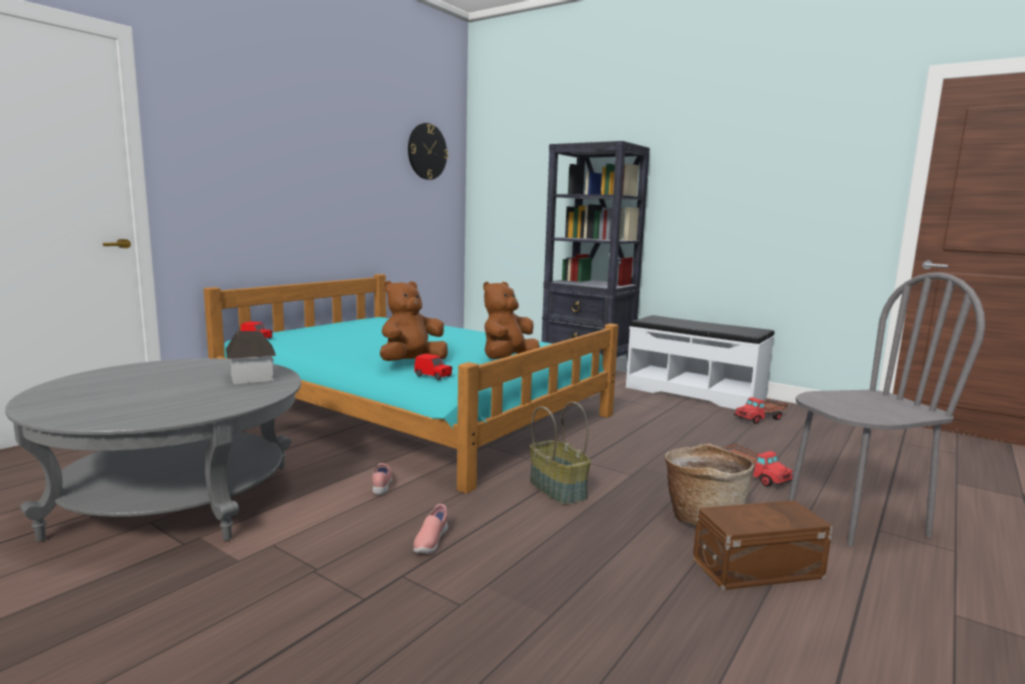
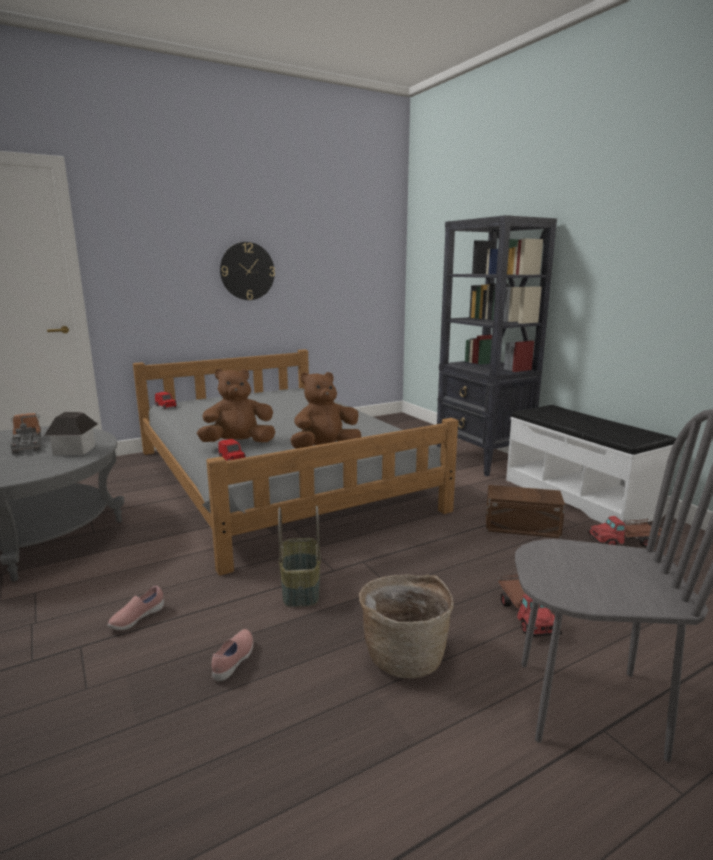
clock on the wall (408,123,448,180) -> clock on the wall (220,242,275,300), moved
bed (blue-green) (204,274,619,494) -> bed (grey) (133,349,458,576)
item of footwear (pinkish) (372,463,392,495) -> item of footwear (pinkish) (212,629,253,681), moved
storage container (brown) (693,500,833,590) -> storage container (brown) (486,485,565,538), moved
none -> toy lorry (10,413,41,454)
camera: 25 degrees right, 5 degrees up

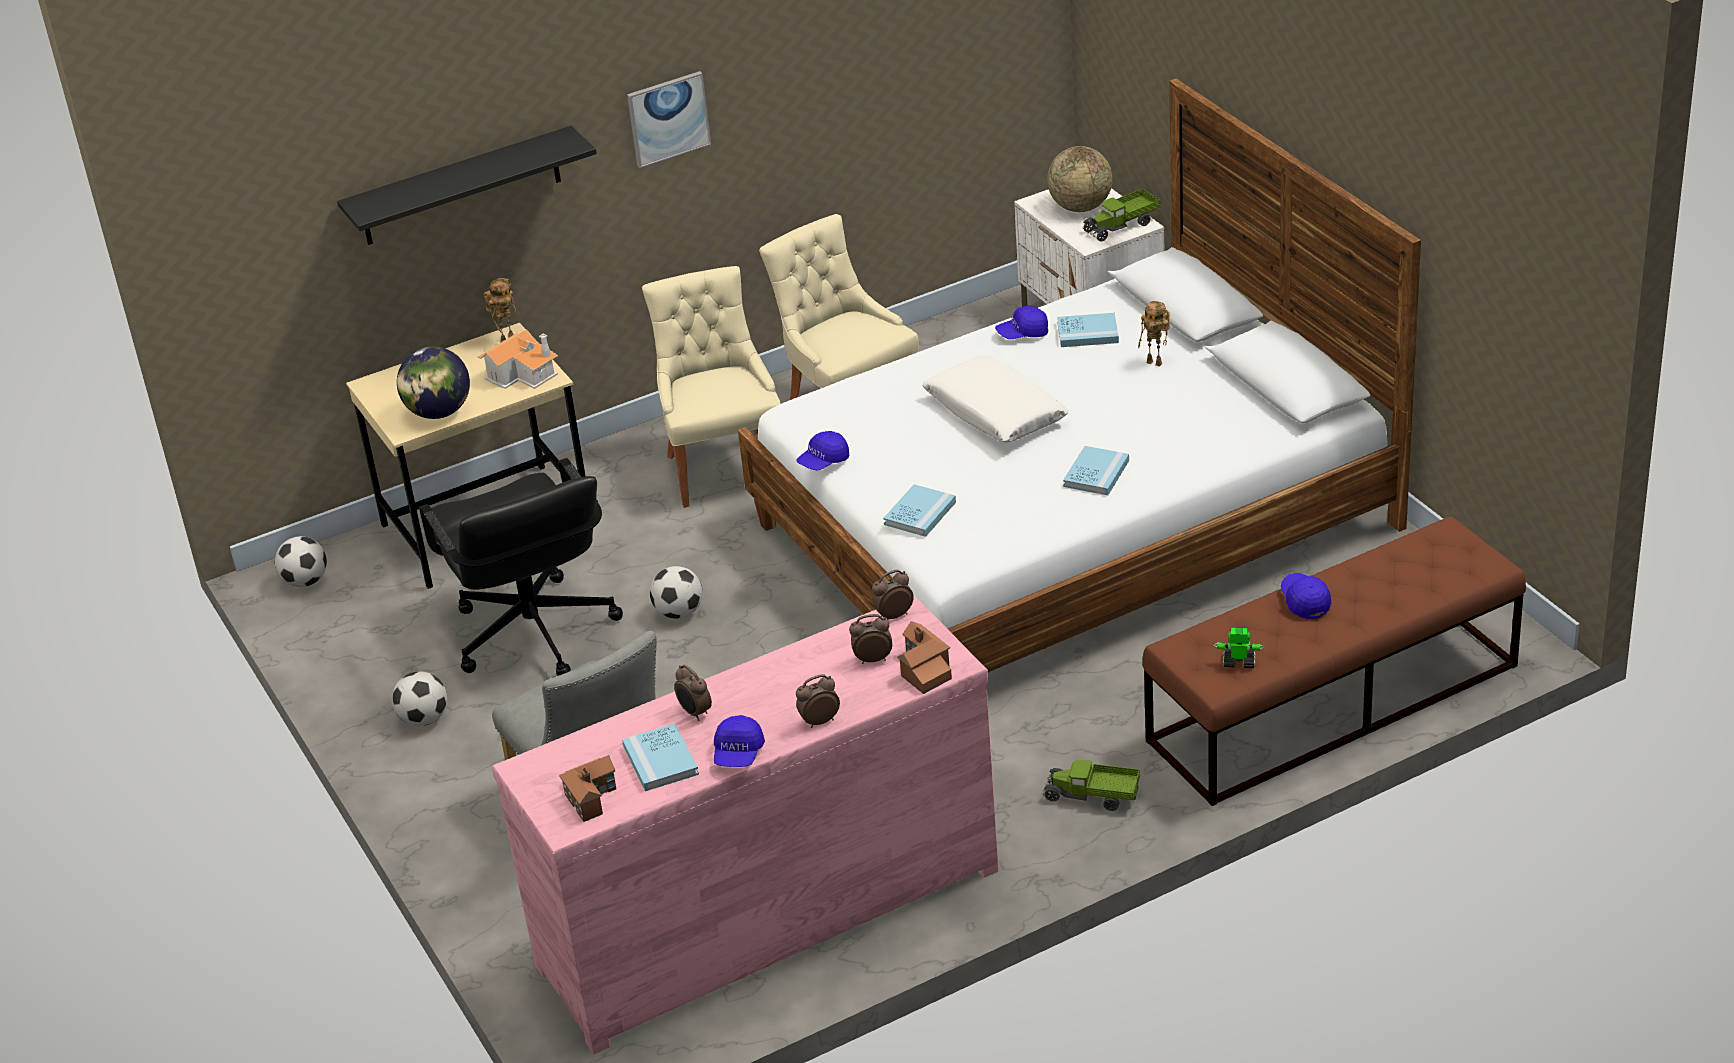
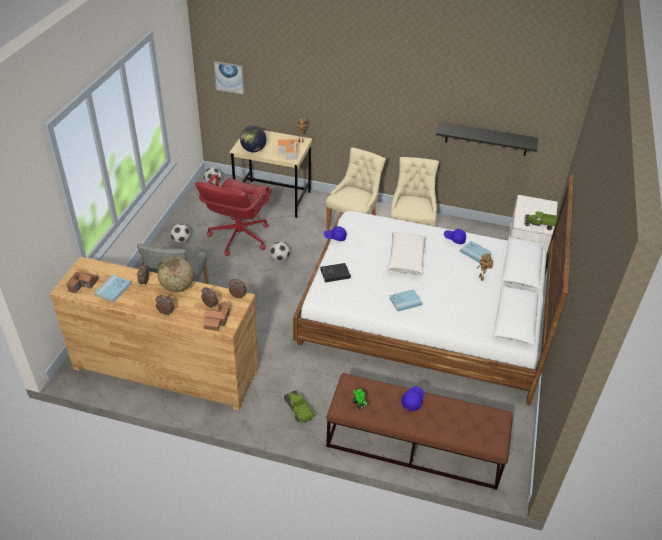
wall art (627,71,711,168) -> wall art (213,61,245,95), moved
wall shelf (black-coloured) (337,126,597,245) -> wall shelf (black-coloured) (436,122,538,156), moved
world globe (1047,146,1113,212) -> world globe (158,257,194,292), moved
desk chair (black-coloured) (419,458,623,676) -> desk chair (red-coloured) (195,174,272,256)
bound book (blue-coloured) (883,484,956,537) -> bound book (black-coloured) (320,263,351,283)
dresser (pinkish) (492,594,999,1054) -> dresser (brown) (49,257,259,410)
cap (blue-coloured) (714,715,765,767) -> none
camera: 40 degrees right, 5 degrees up

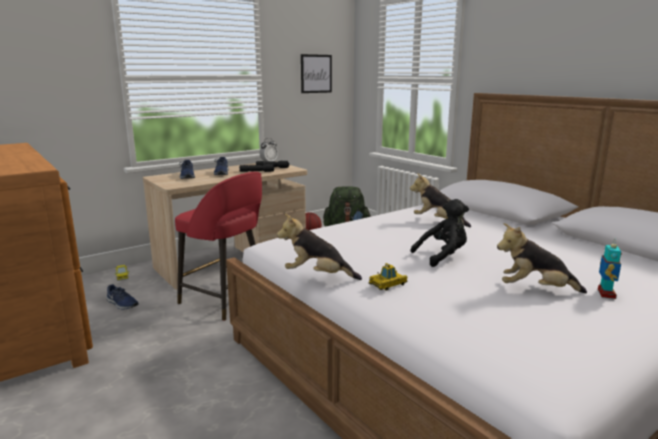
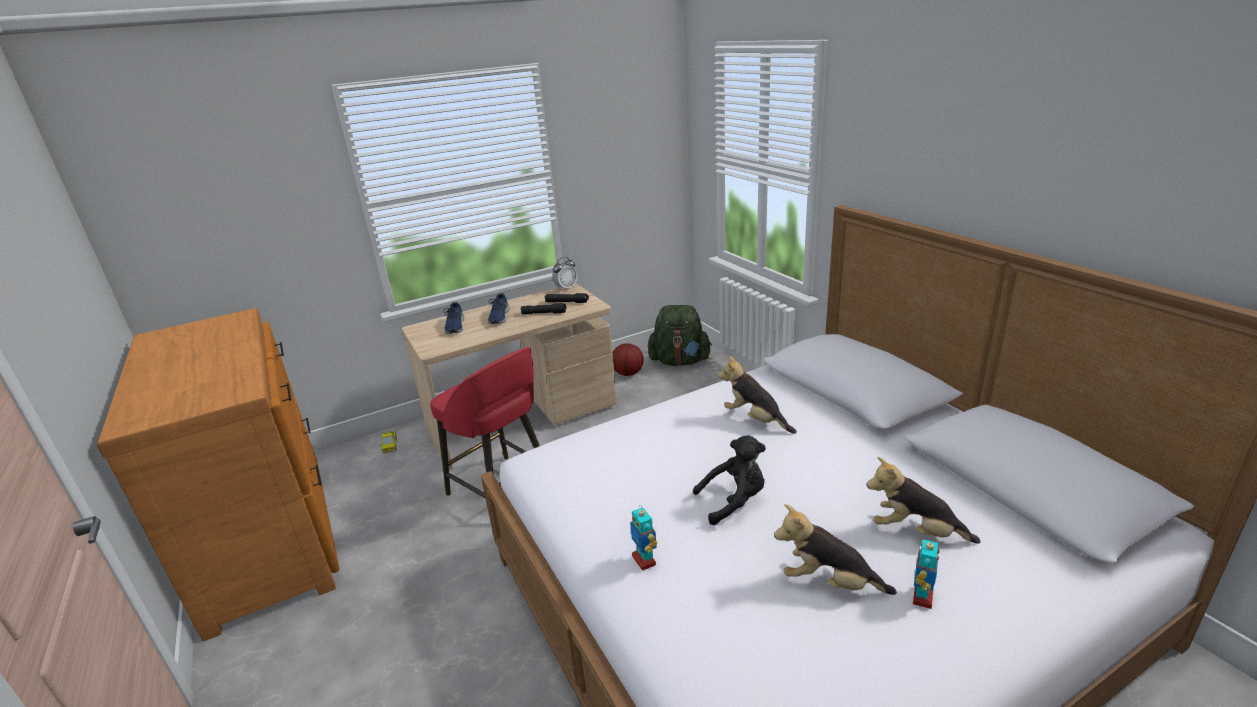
wall art (301,54,332,93) -> none
plush toy (277,214,362,280) -> plush toy (867,457,981,544), moved
toy car (369,263,408,291) -> toy robot (630,506,658,571)
item of footwear (blue-coloured) (106,284,139,310) -> none
camera: 10 degrees right, 10 degrees up

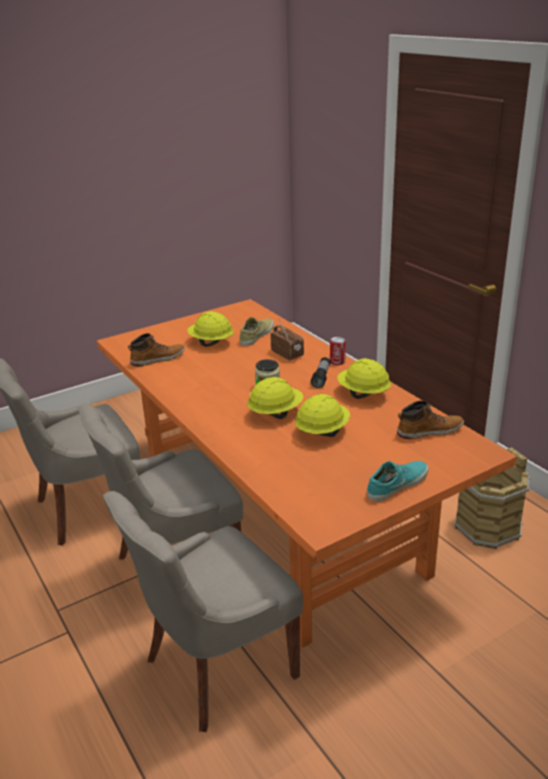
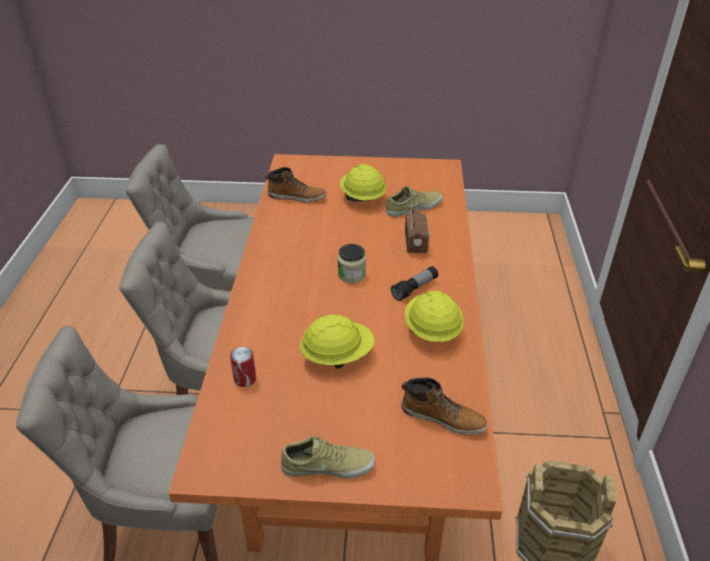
metal can (330,337,346,365) -> metal can (230,347,256,387), moved
safety helmet (yellow-coloured) (247,377,303,419) -> none
item of footwear (blue-green) (367,461,429,502) -> item of footwear (beige) (281,436,375,479)
camera: 35 degrees right, 10 degrees up

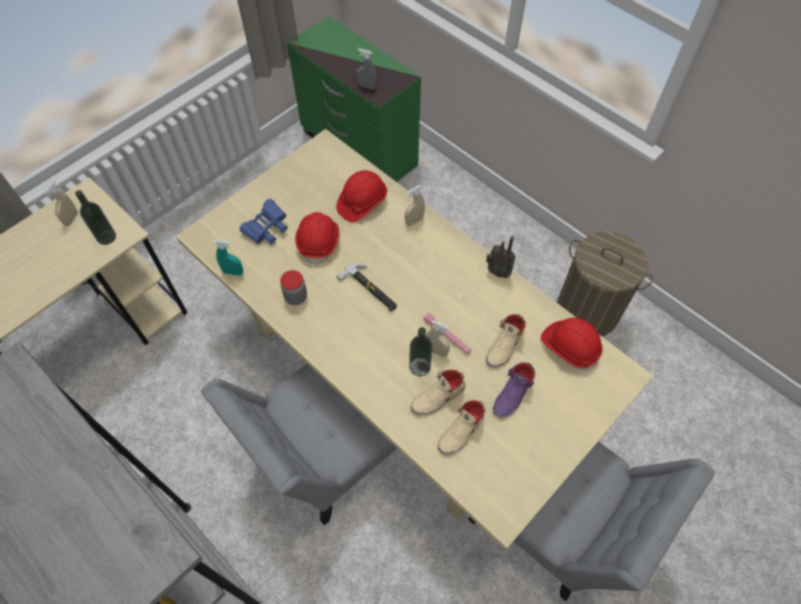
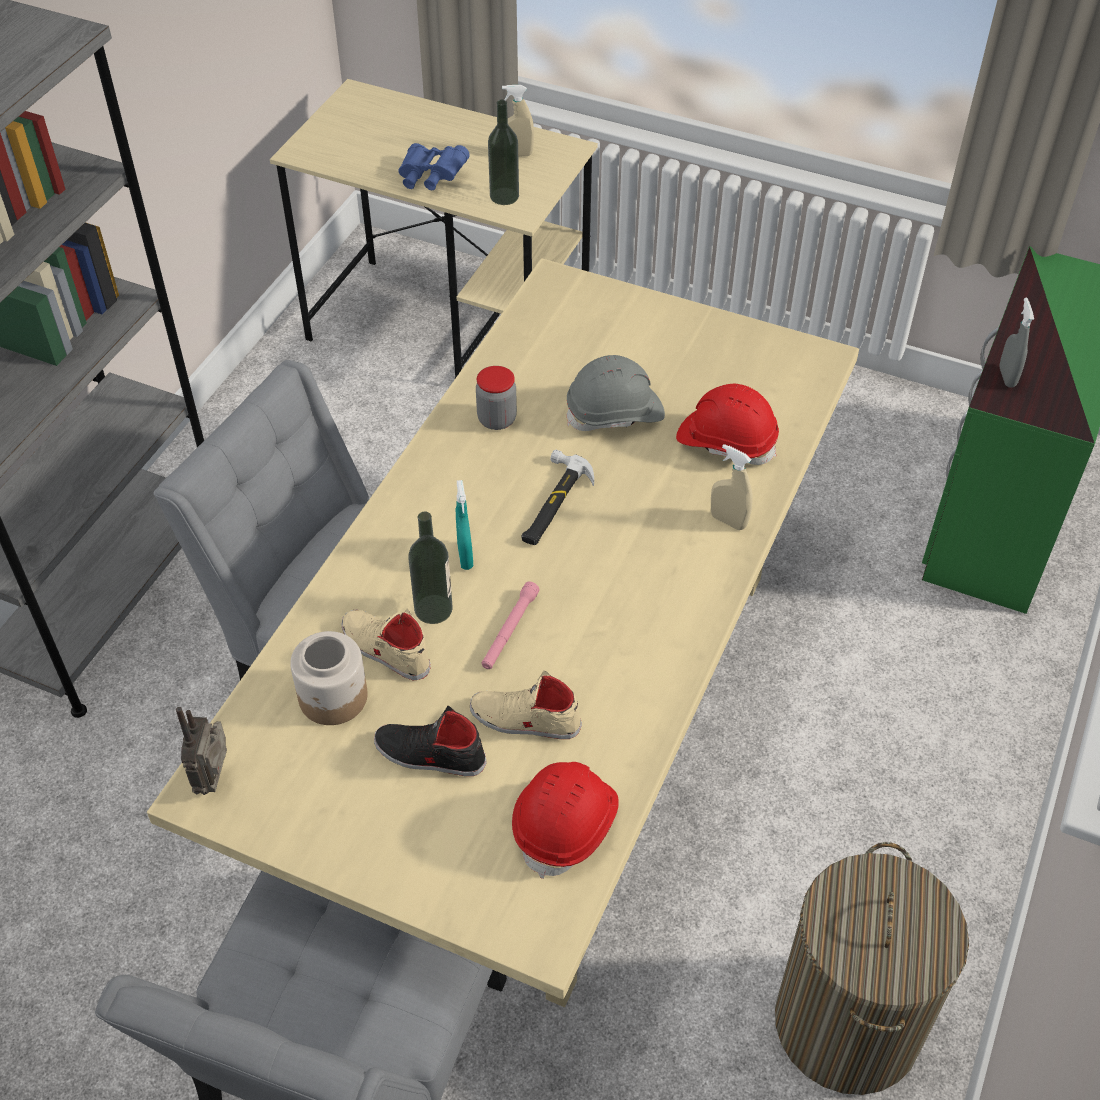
pair of binoculars (blue-coloured) (240,199,288,244) -> pair of binoculars (blue-coloured) (398,143,470,190), moved
safety helmet (red-coloured) (295,212,339,266) -> safety helmet (grey) (566,355,665,431)
radio receiver (486,236,516,278) -> radio receiver (176,707,227,795), moved
spray bottle (blue-green) (214,240,243,276) -> spray bottle (blue-green) (456,480,473,570), moved
spray bottle (beige) (426,320,450,357) -> none
item of footwear (purplish) (493,362,535,418) -> item of footwear (black-coloured) (374,706,486,776)
item of footwear (beige) (438,400,485,455) -> preserve jar (290,631,368,725)
camera: 70 degrees right, 10 degrees down

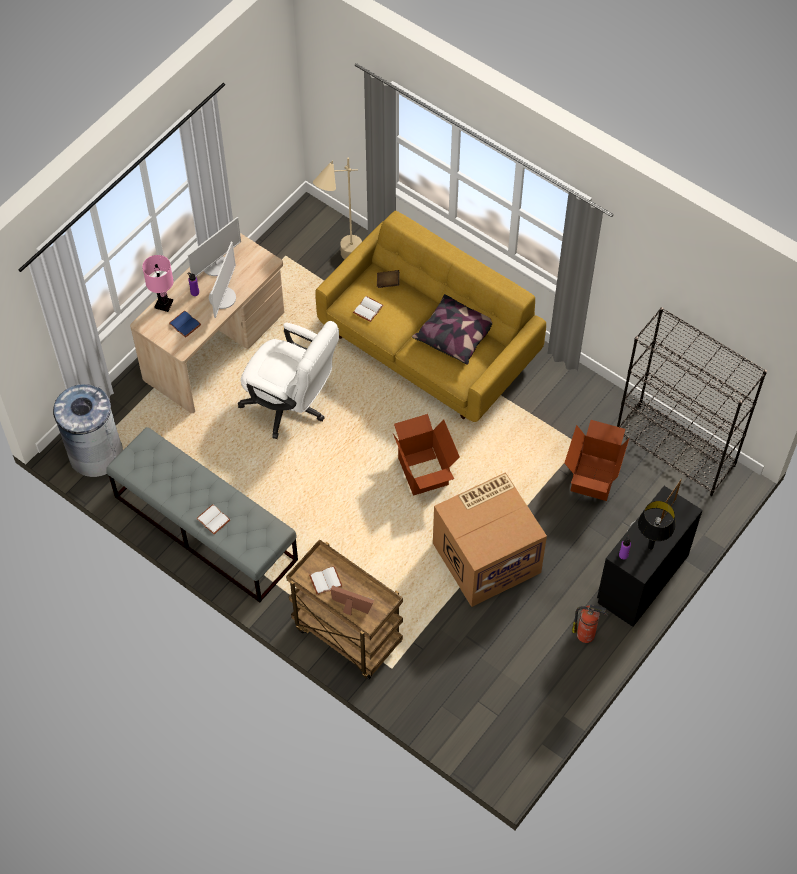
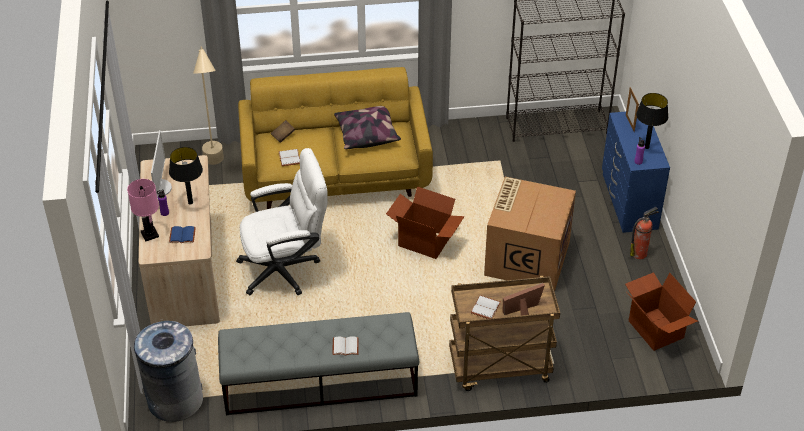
computer screen (209,242,236,318) -> table lamp (black-coloured) (169,147,203,205)
carton (565,420,629,501) -> carton (625,272,698,351), moved
dresser (black-coloured) (597,486,703,627) -> dresser (blue-coloured) (602,112,670,233)
camera: 45 degrees left, 15 degrees down

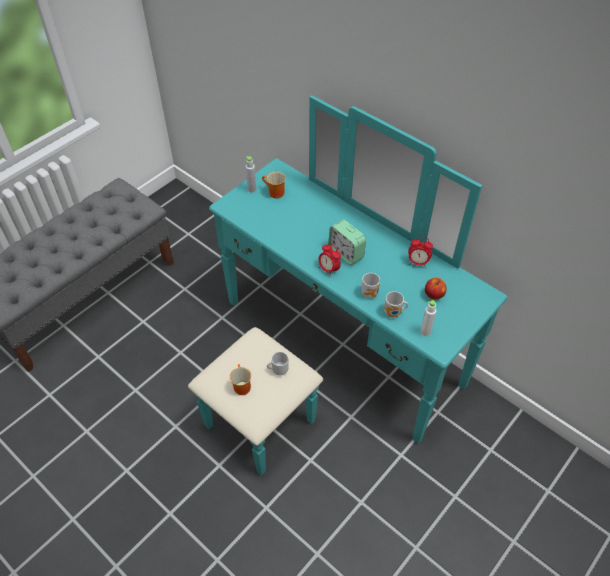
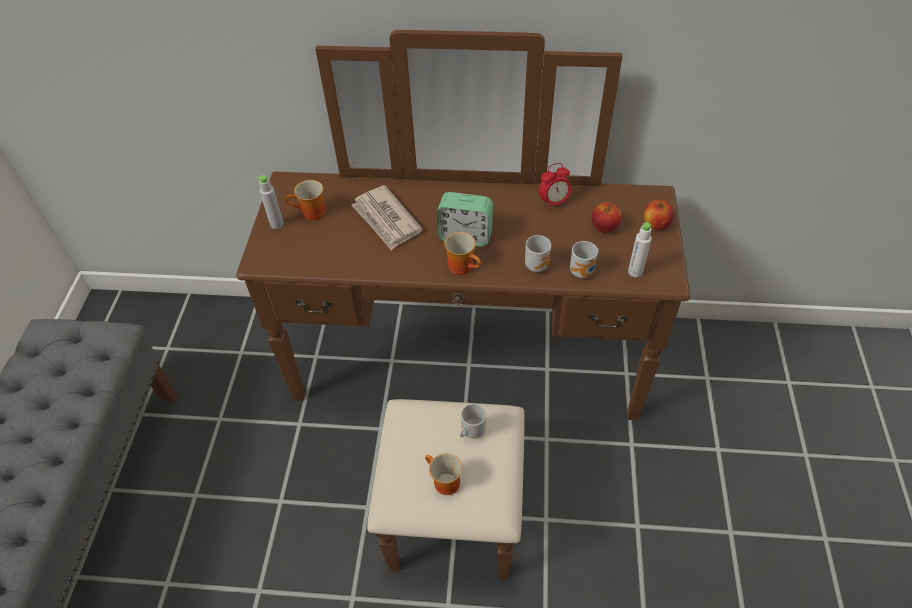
dresser (blue-green) (188,95,508,476) -> dresser (brown) (236,30,690,580)
bedside clock (318,243,341,275) -> mug (444,232,481,275)
none -> newspaper (352,185,422,251)
none -> apple fruit (644,200,674,231)
camera: 35 degrees left, 0 degrees up

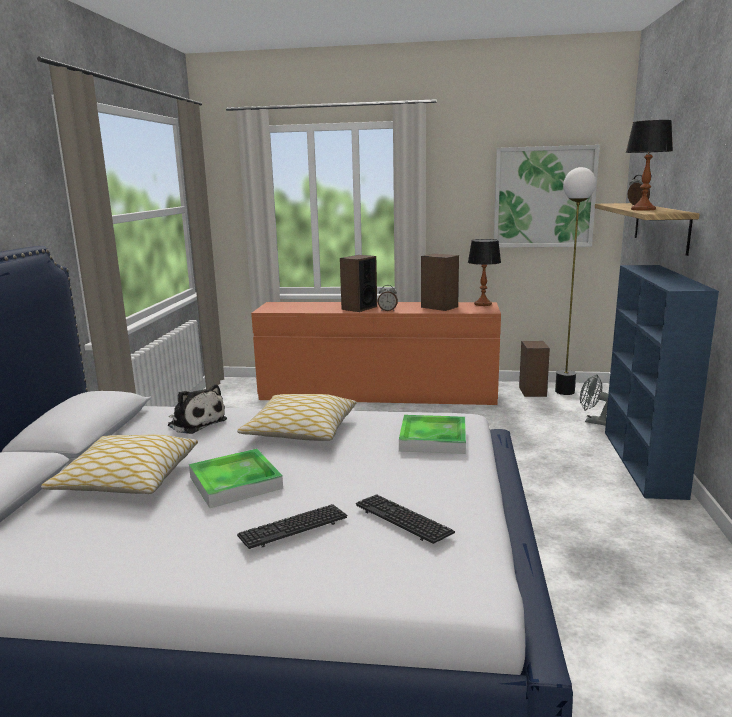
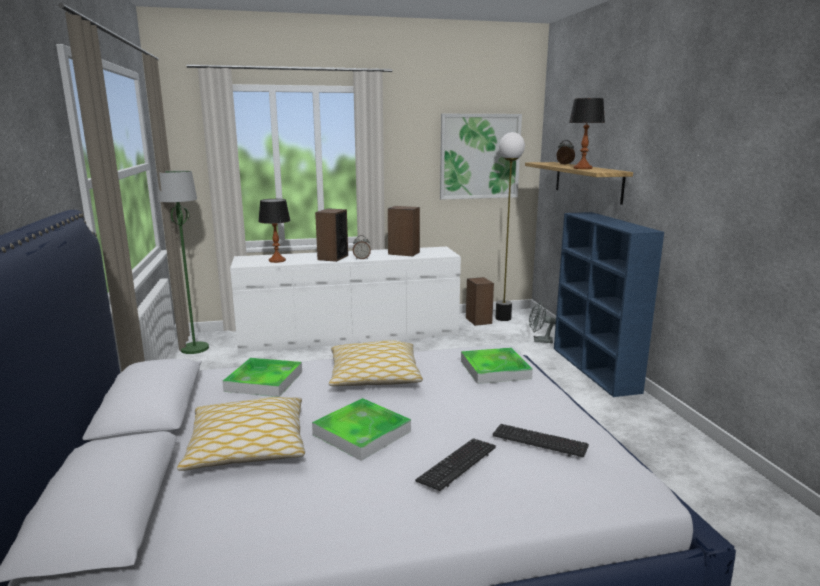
table lamp (468,239,501,306) -> table lamp (258,199,291,263), moved
dresser (orange-coloured) (251,302,501,405) -> dresser (whitish) (230,247,461,353)
plush toy (168,384,227,434) -> tray (222,358,302,397)
none -> standard lamp (green) (157,171,209,354)
camera: 20 degrees left, 0 degrees up

